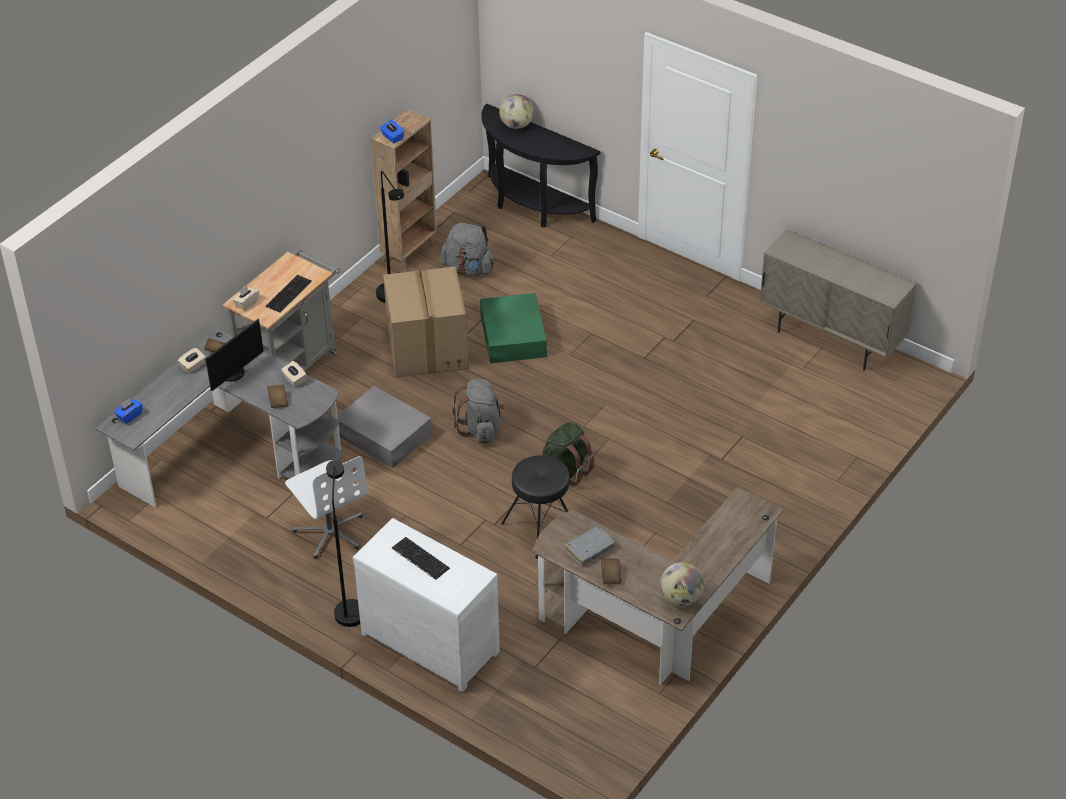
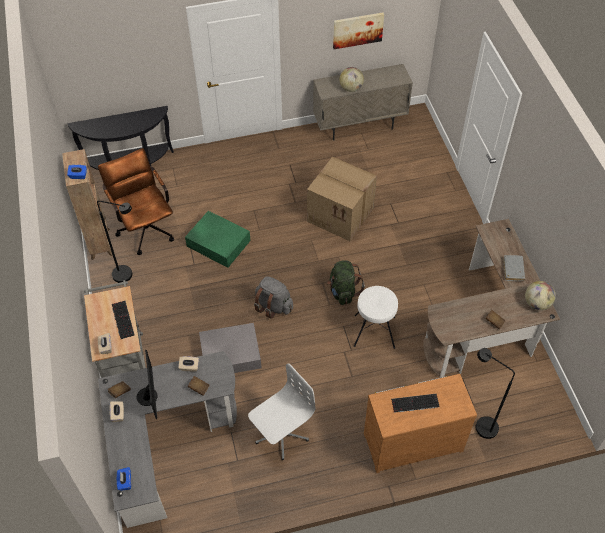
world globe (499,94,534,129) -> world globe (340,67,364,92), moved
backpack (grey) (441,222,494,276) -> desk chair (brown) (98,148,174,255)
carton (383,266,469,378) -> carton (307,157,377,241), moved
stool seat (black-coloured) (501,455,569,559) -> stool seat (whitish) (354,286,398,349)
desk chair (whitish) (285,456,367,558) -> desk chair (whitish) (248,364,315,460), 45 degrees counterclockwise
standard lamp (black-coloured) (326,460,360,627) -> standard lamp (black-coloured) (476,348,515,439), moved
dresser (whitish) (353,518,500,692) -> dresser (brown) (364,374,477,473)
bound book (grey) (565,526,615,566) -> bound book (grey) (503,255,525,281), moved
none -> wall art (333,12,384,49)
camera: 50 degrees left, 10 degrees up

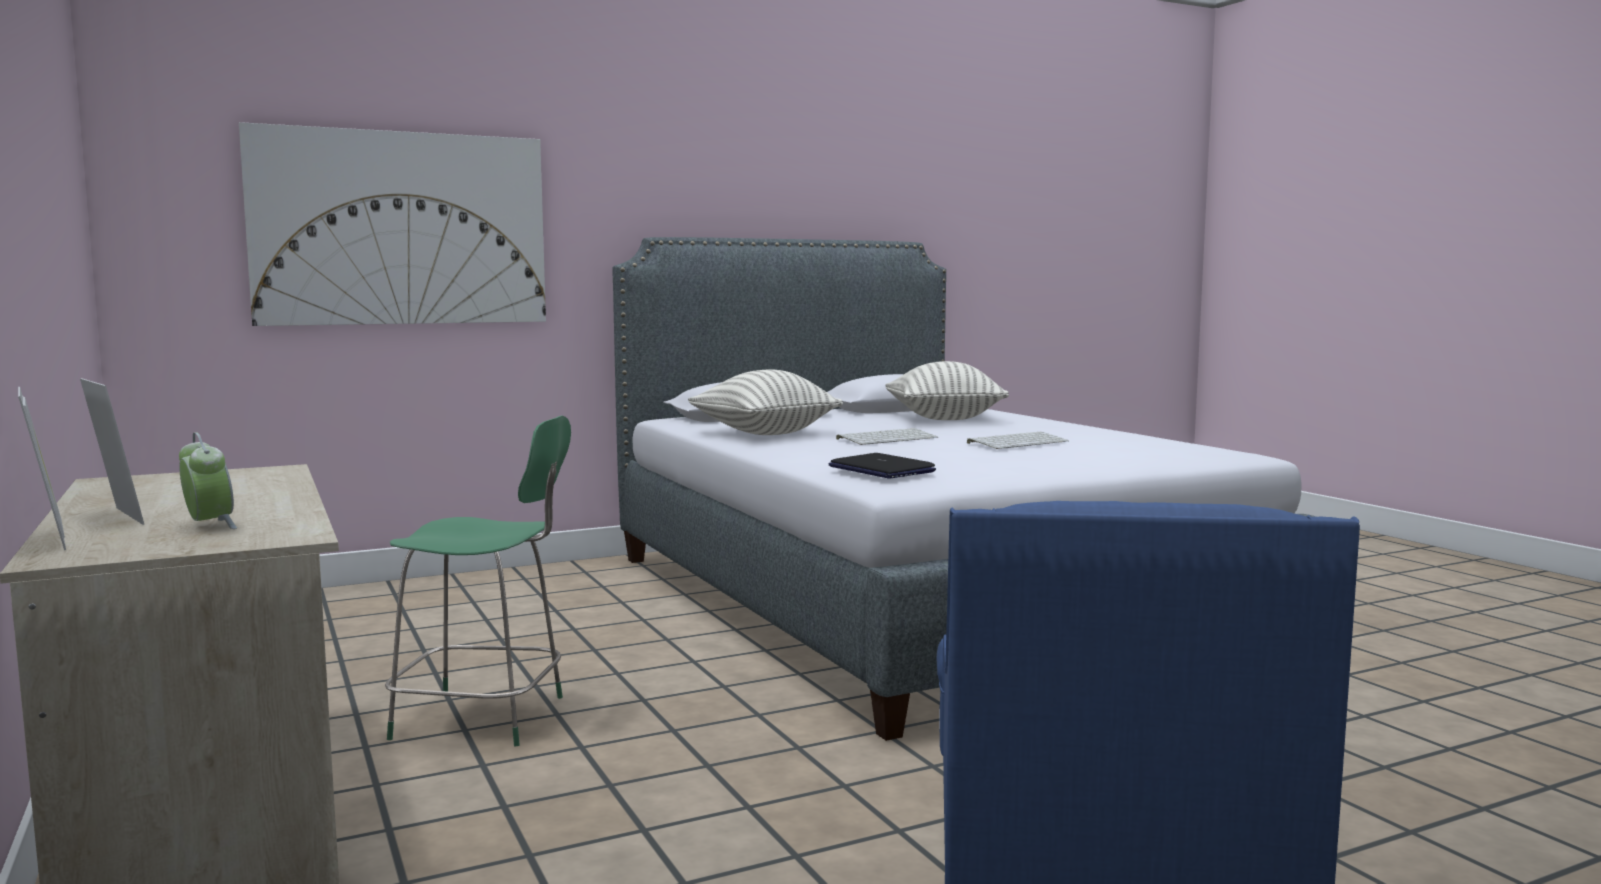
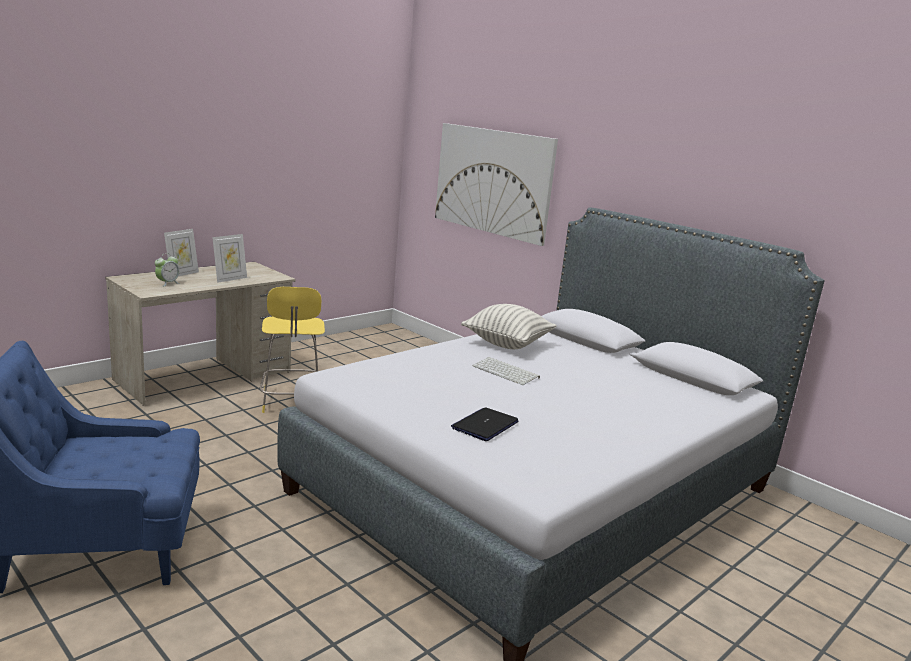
throw pillow (885,361,1009,420) -> none
standing frame (18,387,66,550) -> standing frame (212,234,247,283), moved
stool seat (green) (385,415,571,746) -> stool seat (yellow-coloured) (260,287,325,413)
computer keyboard (967,432,1069,449) -> none
notebook computer (829,453,936,478) -> notebook computer (451,407,519,441), moved
camera: 70 degrees right, 10 degrees up

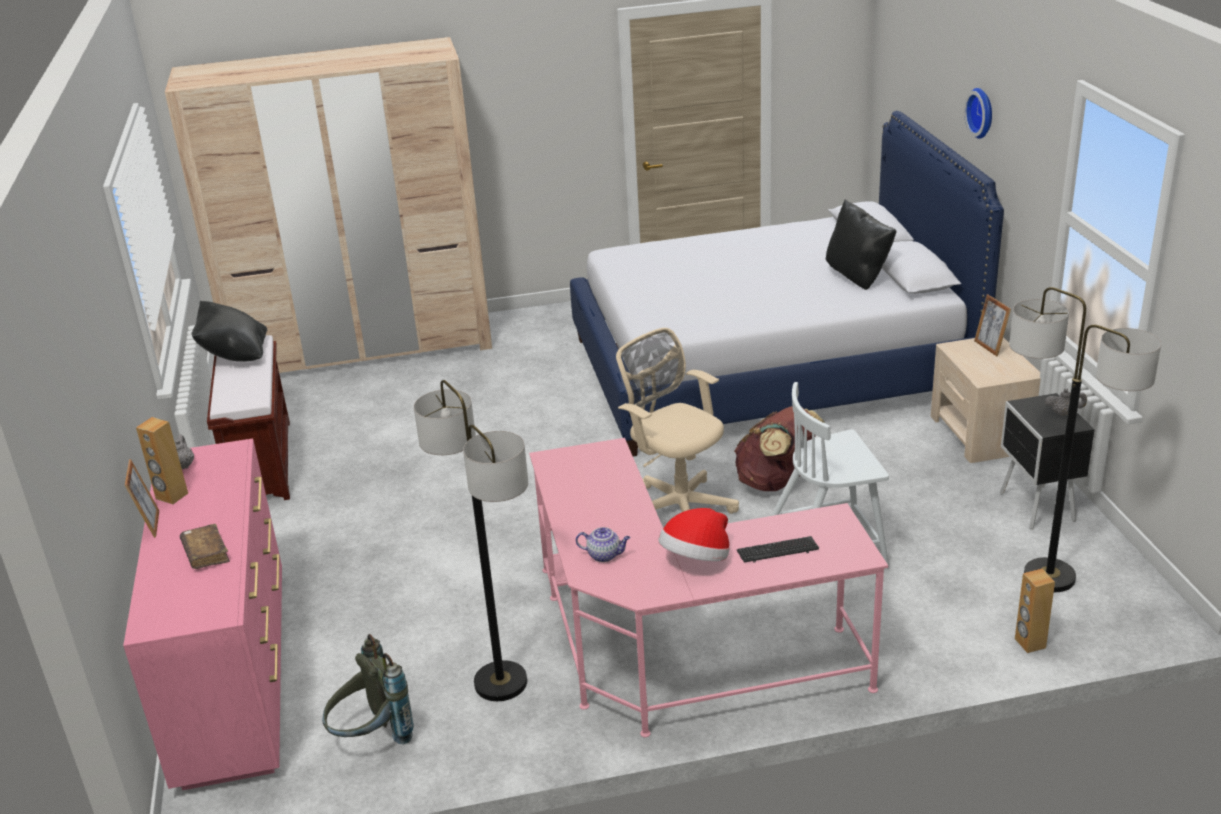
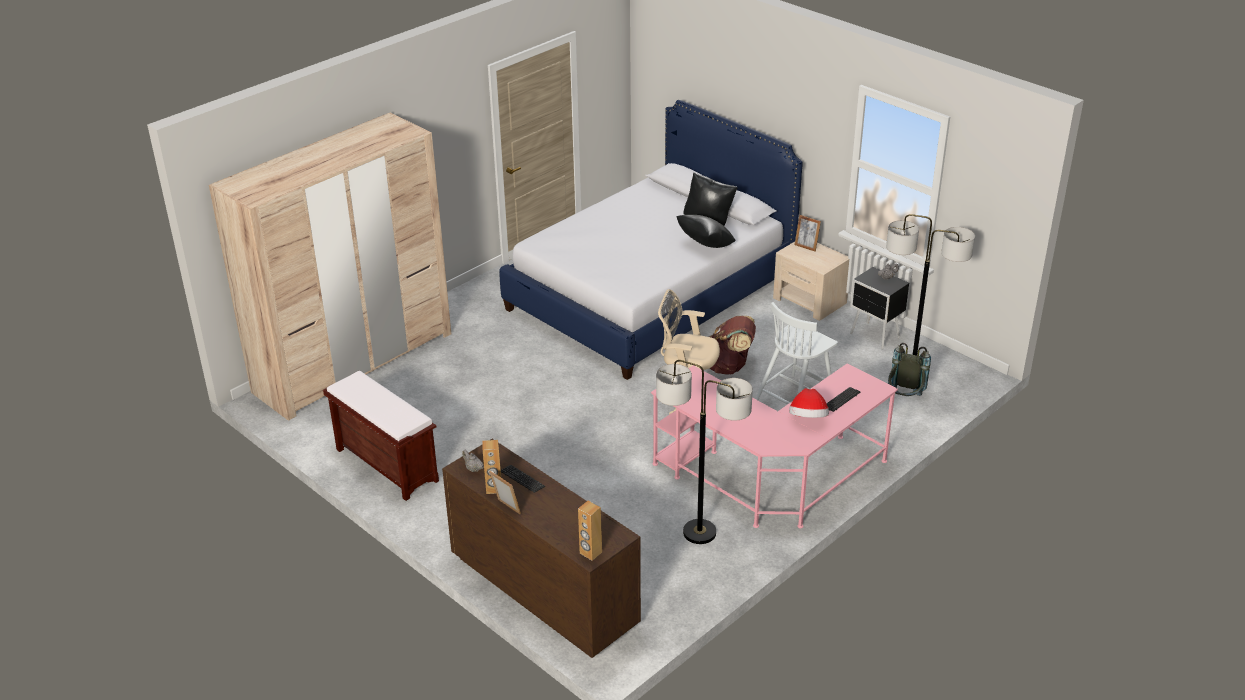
clock on the wall (964,88,992,139) -> none
throw pillow (black-coloured) (192,301,267,362) -> throw pillow (black-coloured) (676,215,736,248), moved
dresser (pinkish) (123,438,282,790) -> dresser (brown) (442,439,641,658)
bound book (brown) (180,524,230,569) -> none
teapot (576,527,630,562) -> none
loudspeaker (brown) (1015,569,1055,653) -> loudspeaker (brown) (578,501,602,561), moved
backpack (grey) (322,634,414,744) -> backpack (grey) (888,343,931,396), moved
none -> computer keyboard (501,465,545,493)
camera: 35 degrees left, 5 degrees up

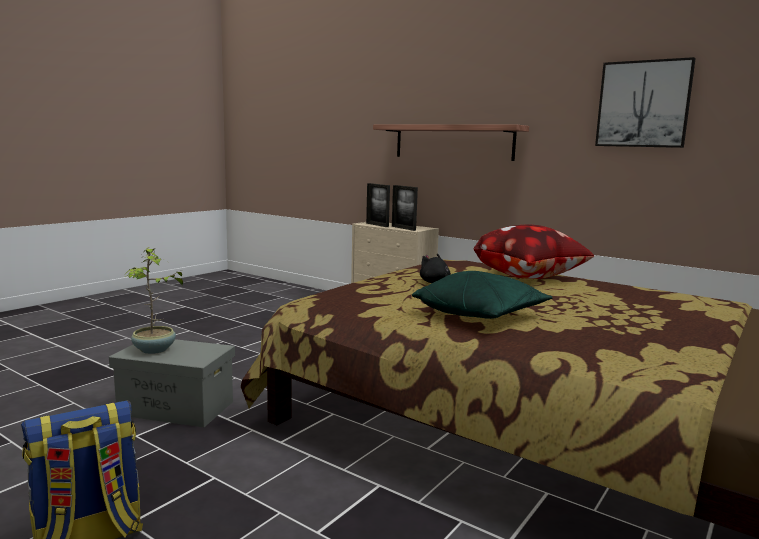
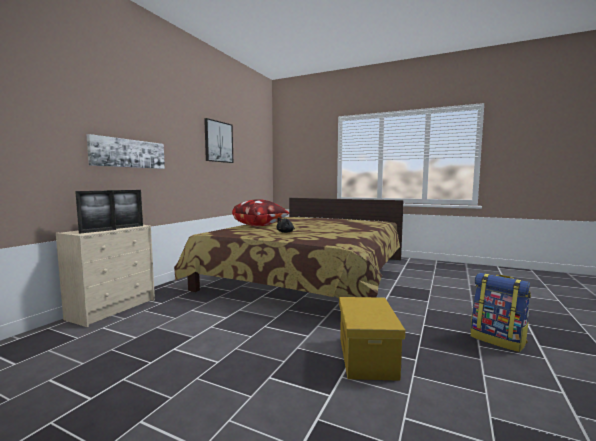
wall shelf (373,124,529,161) -> wall art (86,134,165,169)
plant in a pot (125,247,188,354) -> none
throw pillow (green) (412,271,553,319) -> none
storage container (grey) (109,339,235,427) -> storage container (yellow-coloured) (339,297,405,381)
camera: 100 degrees left, 5 degrees down

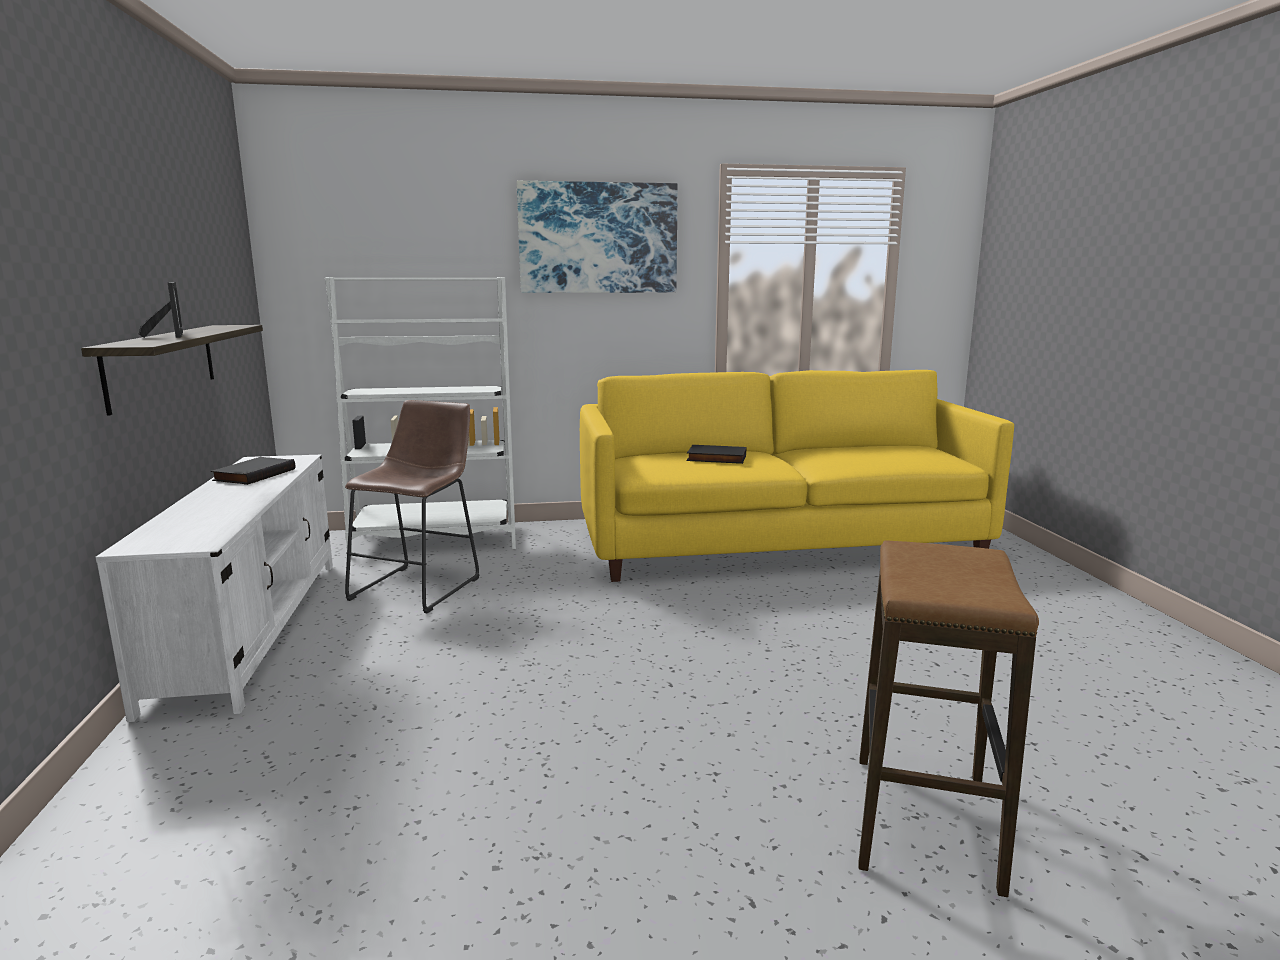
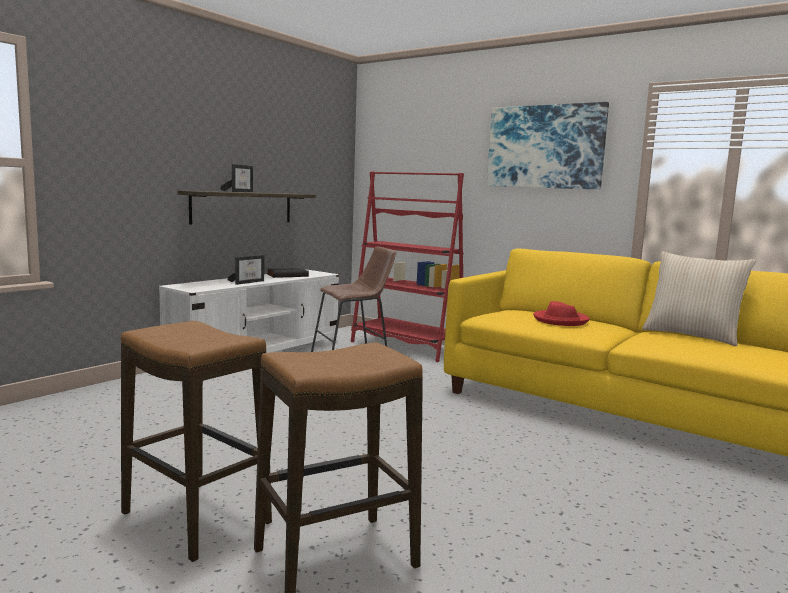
bookshelf (whitish) (325,277,516,557) -> bookshelf (red-coloured) (351,171,464,362)
bound book (black-coloured) (687,445,746,464) -> clothing hat (red-coloured) (533,301,589,326)
none -> throw pillow (beige) (642,251,756,346)
none -> standing frame (228,255,264,285)
none -> stool seat (121,321,272,562)
camera: 45 degrees right, 5 degrees down

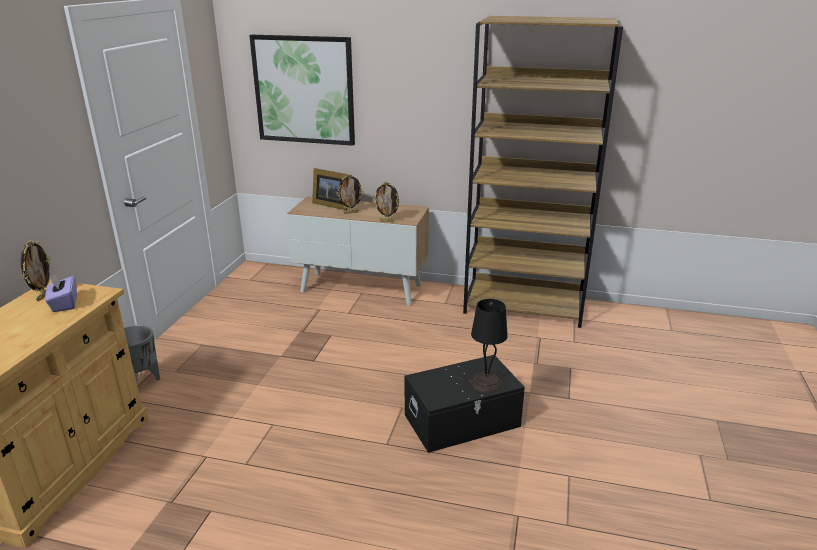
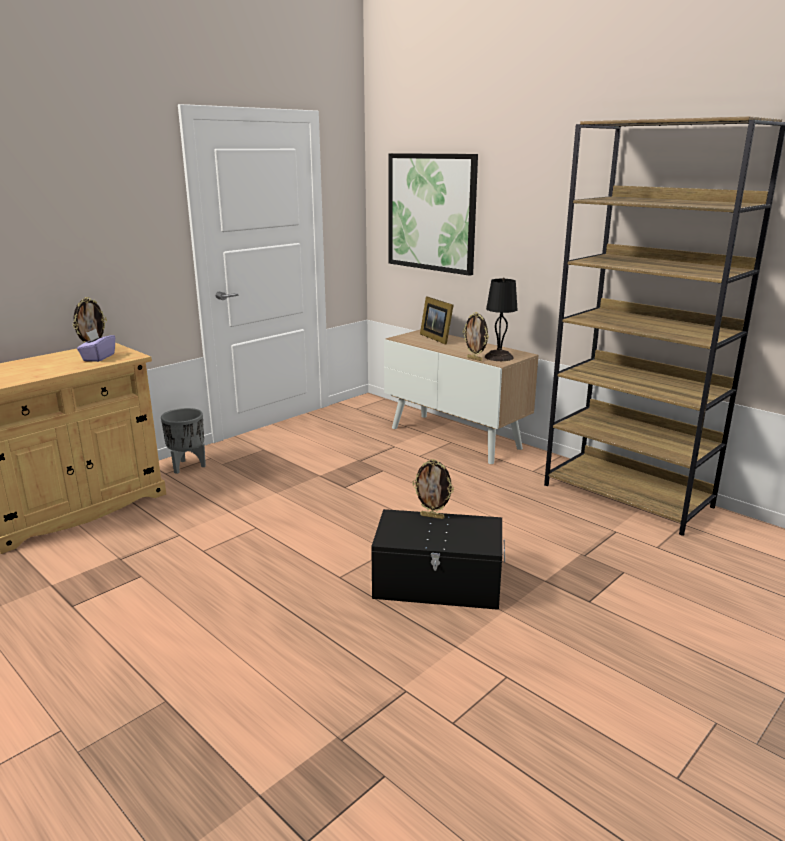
standing frame (337,174,363,214) -> standing frame (413,459,454,519), moved
table lamp (black-coloured) (469,299,508,393) -> table lamp (black-coloured) (485,278,517,361), moved
camera: 30 degrees right, 5 degrees down

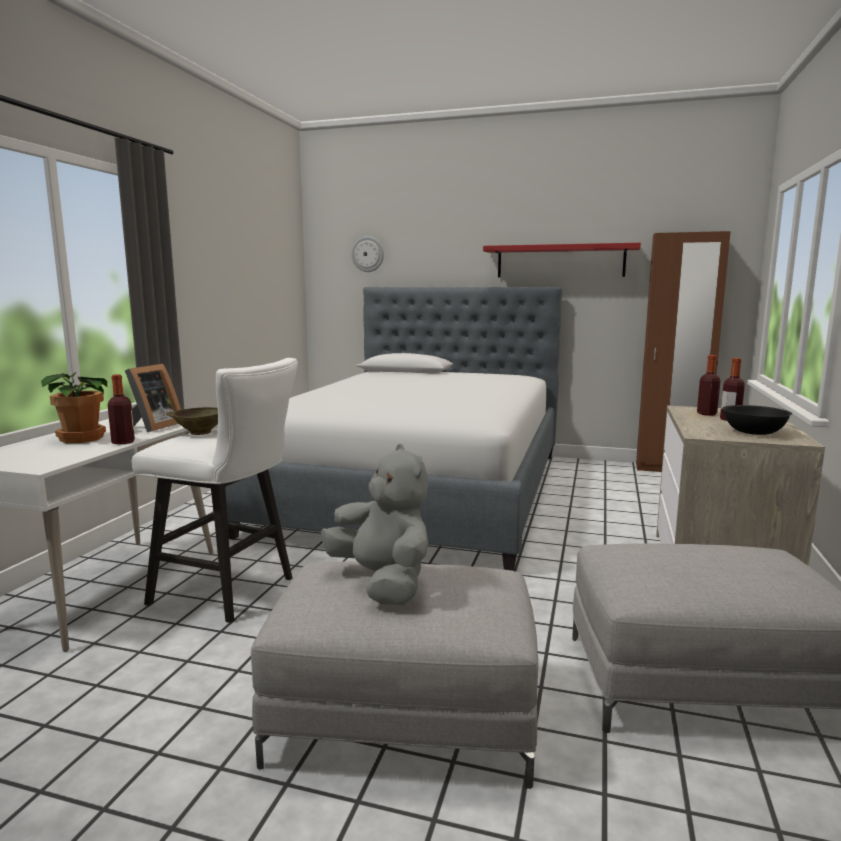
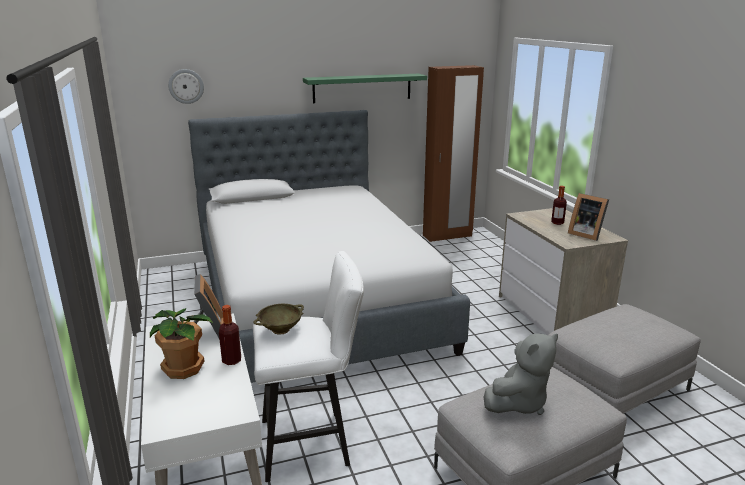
wall shelf (red-coloured) (483,243,641,277) -> wall shelf (green) (303,74,427,103)
bottle (697,355,721,416) -> none
bowl (black-coloured) (722,405,792,435) -> standing frame (568,193,609,241)
plush toy (grey) (321,444,428,605) -> plush toy (grey) (484,333,558,415), 120 degrees clockwise
camera: 35 degrees left, 10 degrees up

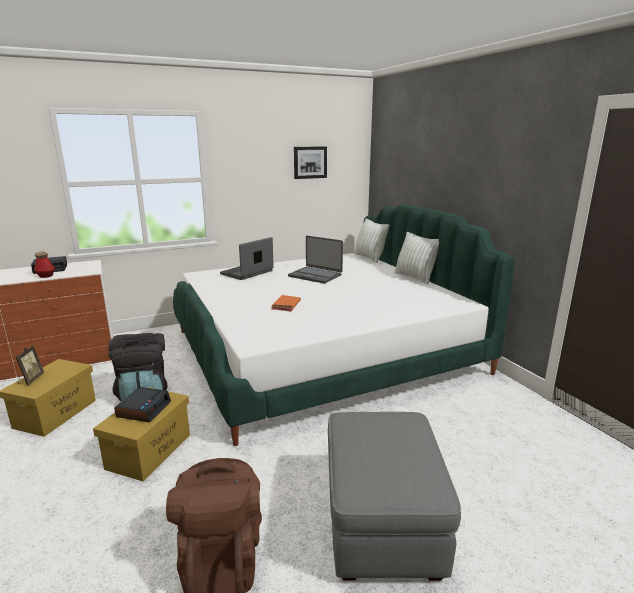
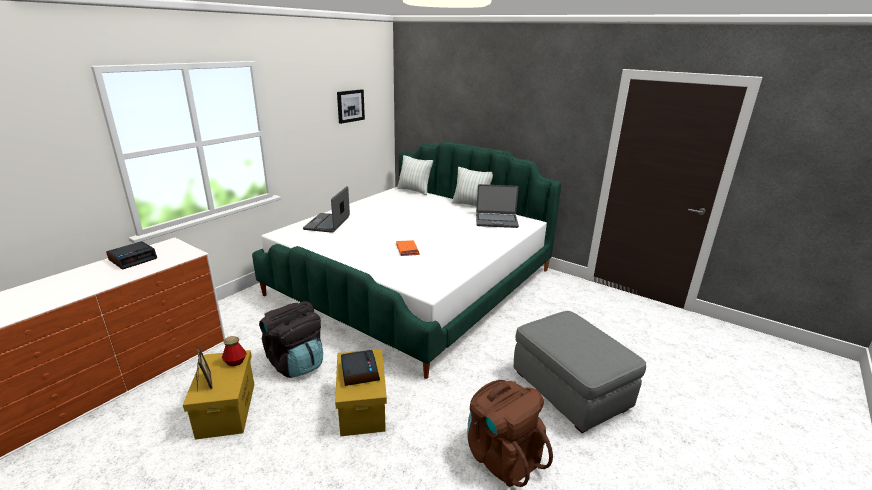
notebook computer (288,236,343,284) -> notebook computer (476,184,519,228), moved
bottle (34,252,55,278) -> bottle (222,336,247,366), moved
camera: 30 degrees left, 5 degrees up

